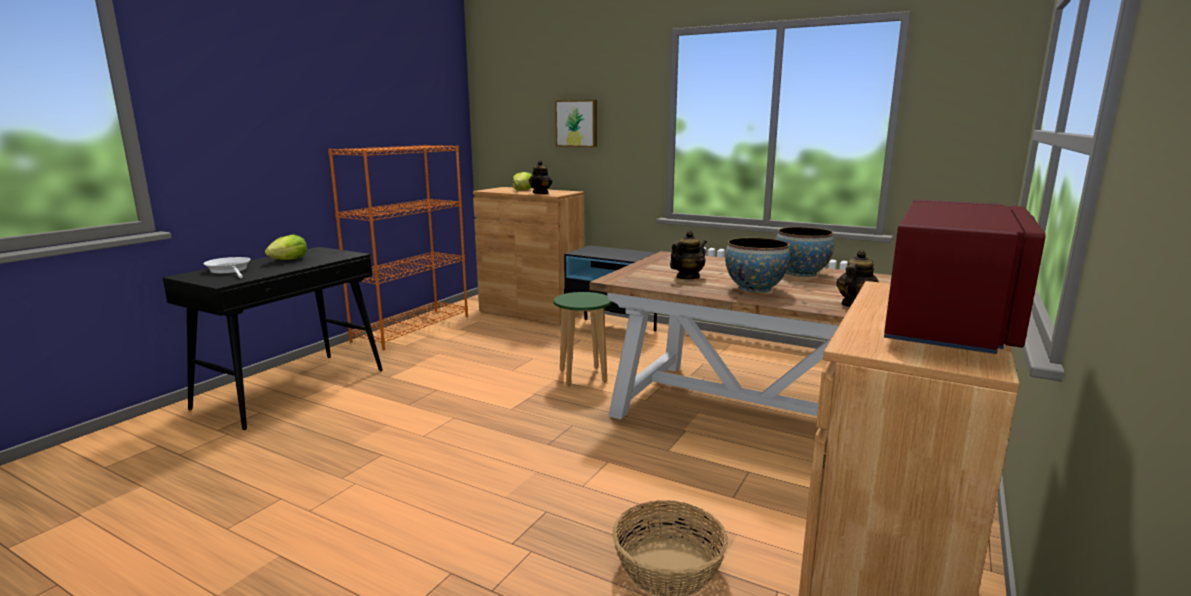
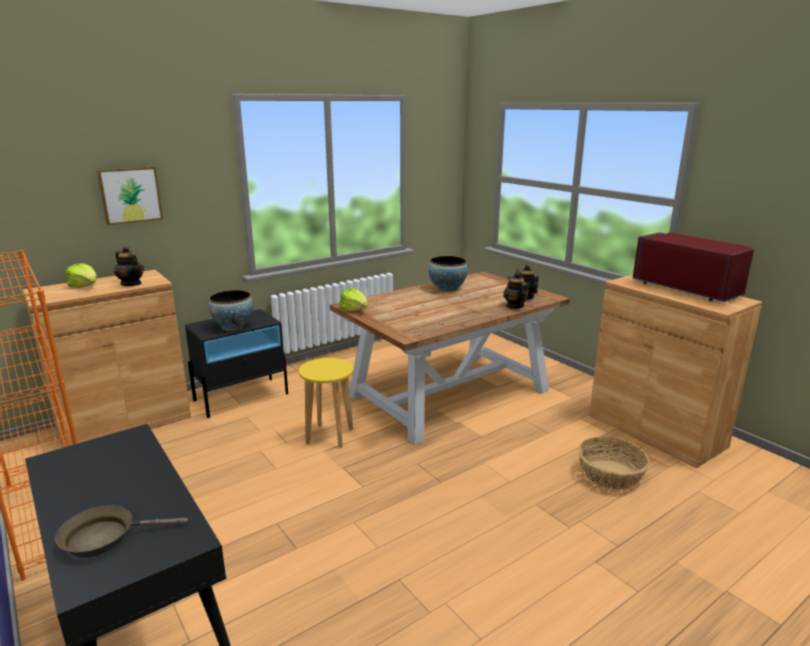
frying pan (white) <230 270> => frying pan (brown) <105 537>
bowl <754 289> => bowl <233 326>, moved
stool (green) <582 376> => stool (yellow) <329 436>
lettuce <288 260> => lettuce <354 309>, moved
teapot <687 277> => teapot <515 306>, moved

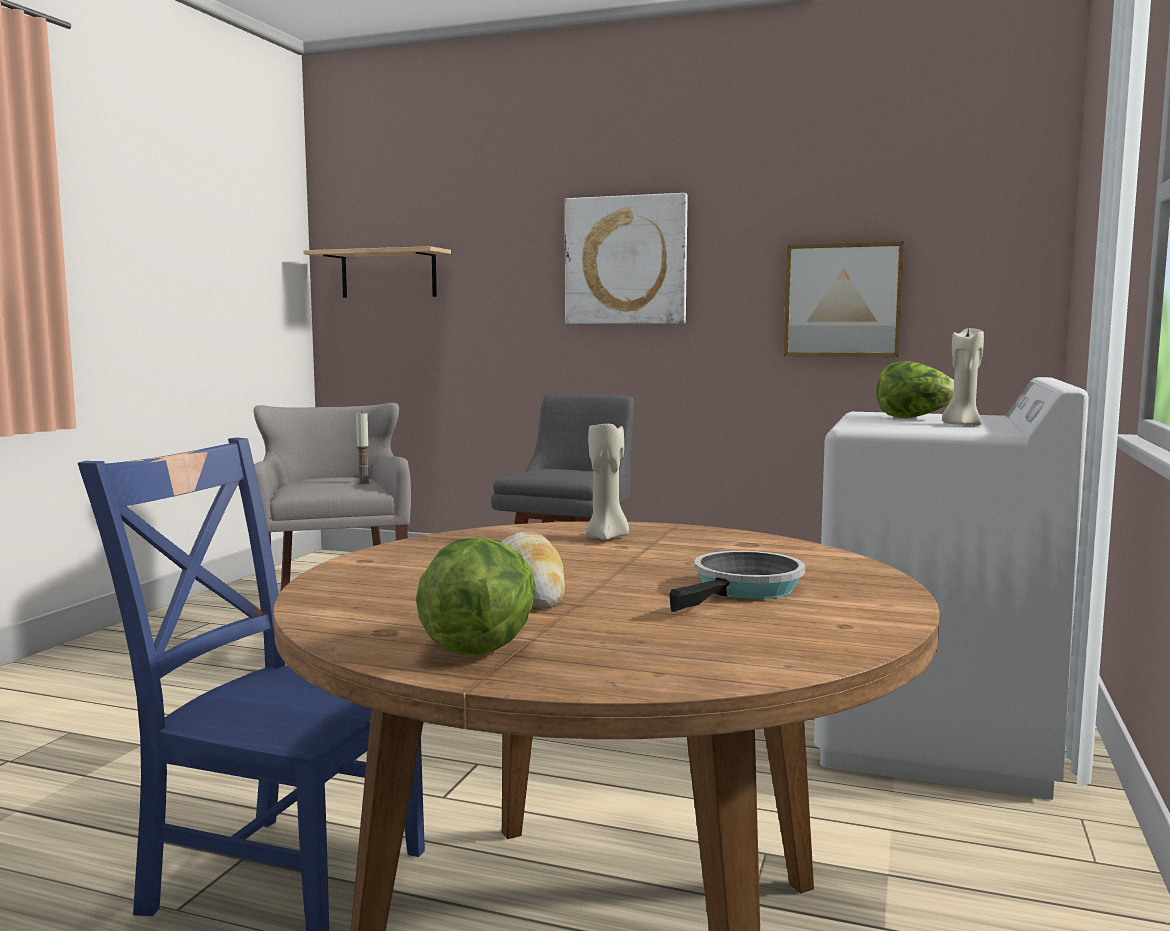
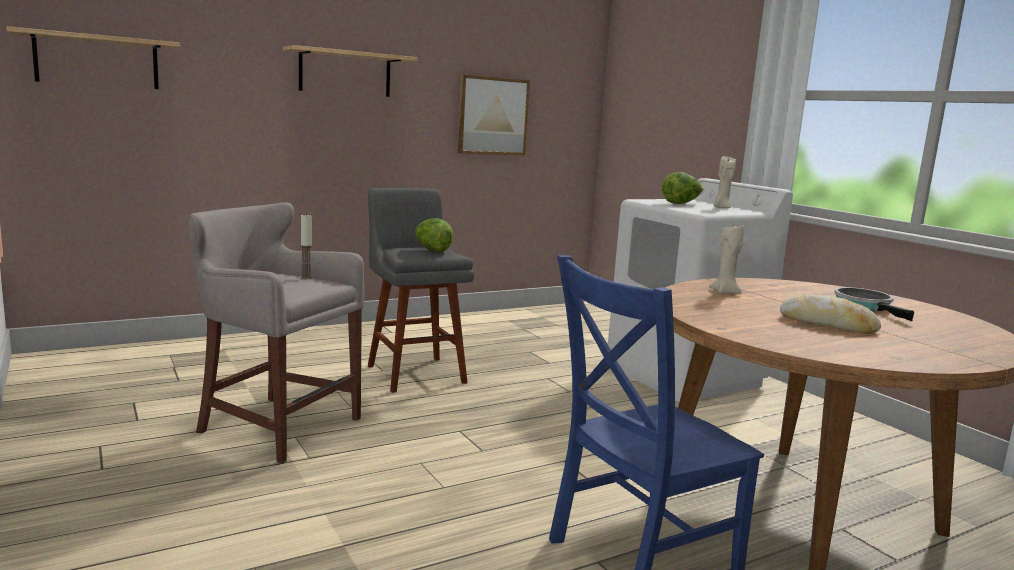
picture <626 260> => shelf <345 73>
lettuce <480 643> => lettuce <432 250>, moved

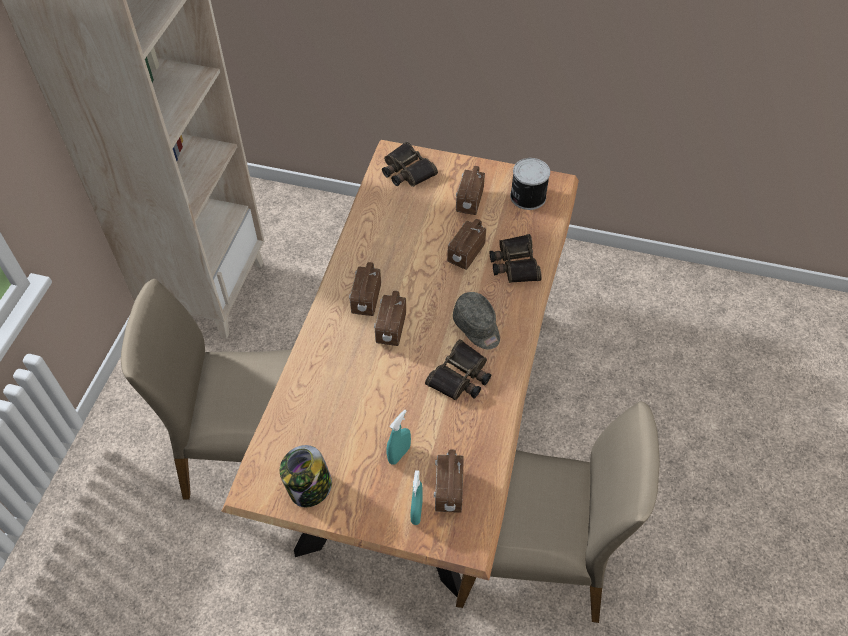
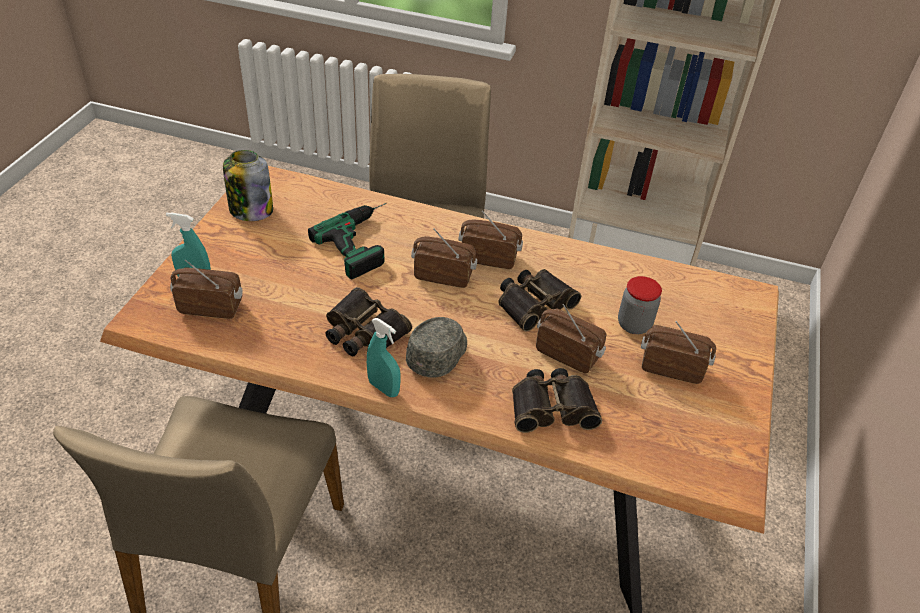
nothing => power drill <366 241>
spray bottle (turquoise) <399 454> => spray bottle (turquoise) <383 388>, moved
cap (grey) <477 327> => cap (grey) <439 354>, 150 degrees clockwise
binoculars <406 171> => binoculars <533 303>, moved
nothing => jar <634 325>
can <527 196> => nothing

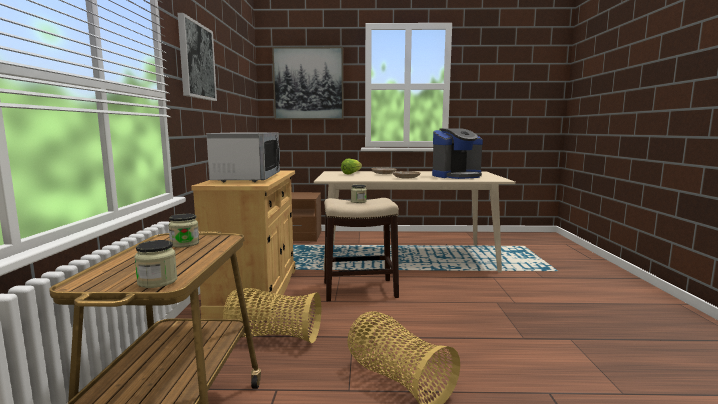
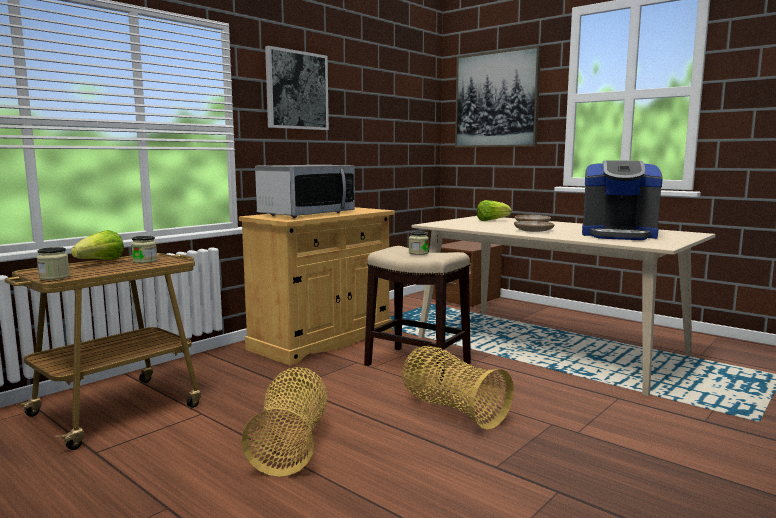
nothing => lettuce <101 261>
basket <272 336> => basket <452 409>, moved

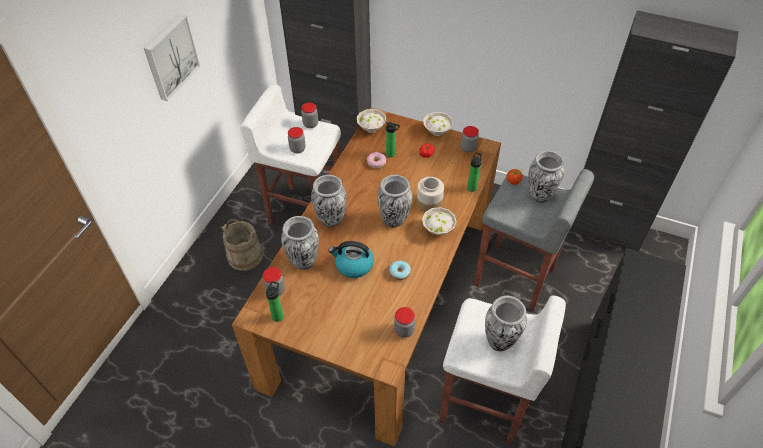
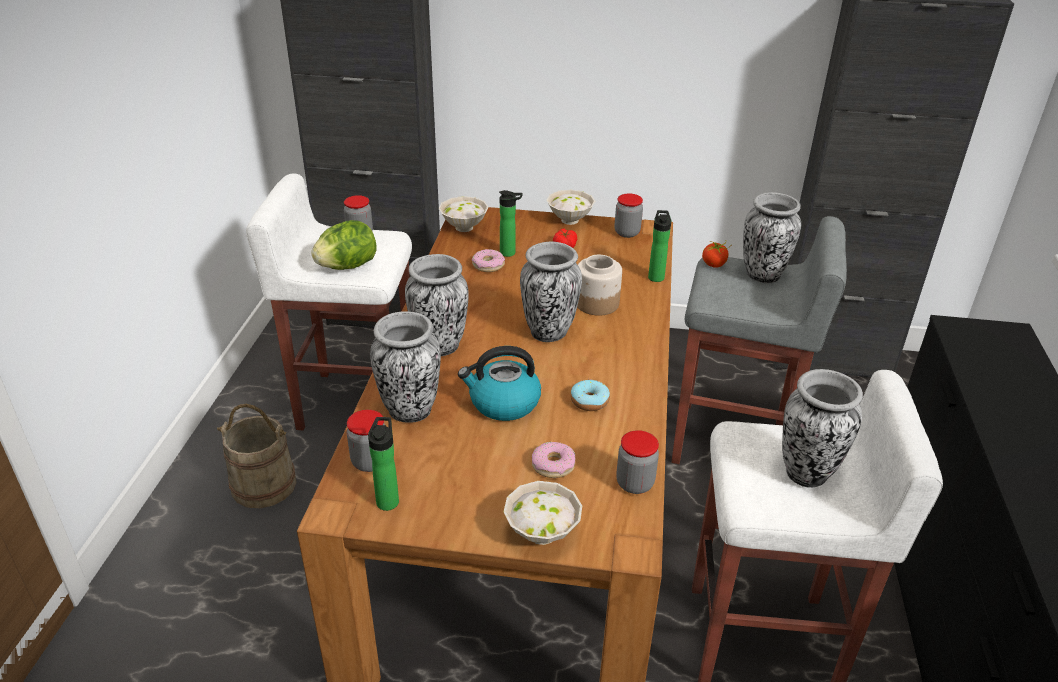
jar <297 149> => lettuce <347 266>
bowl (white) <438 229> => bowl (white) <542 532>, moved
nothing => donut <553 465>
picture <170 56> => nothing

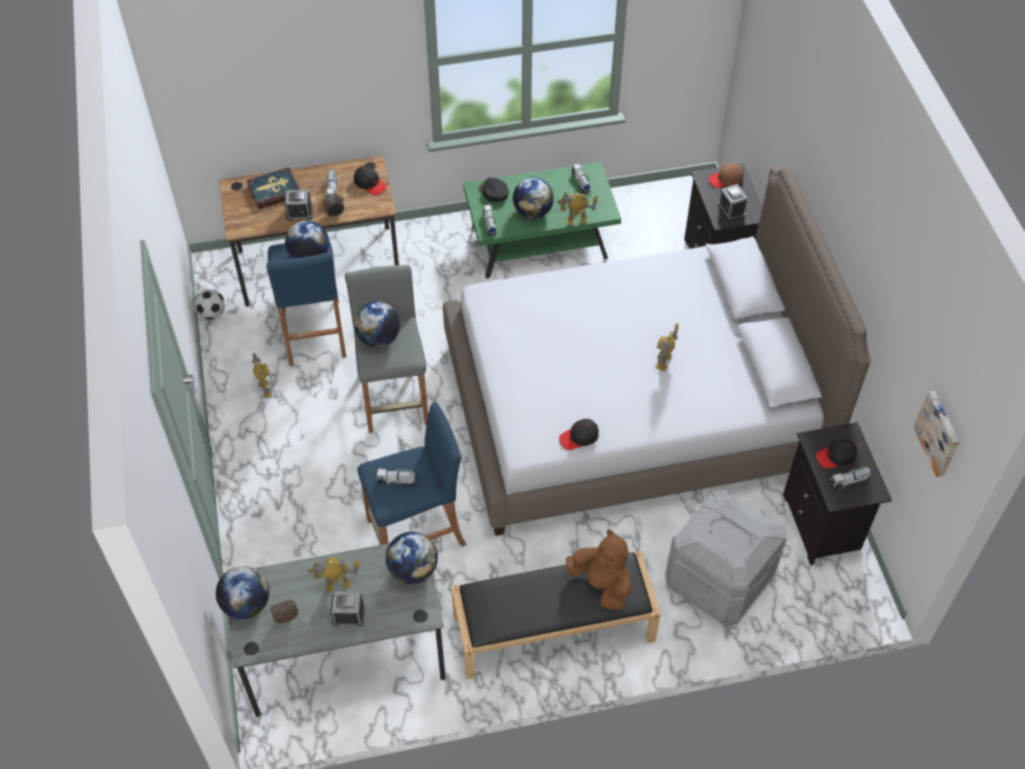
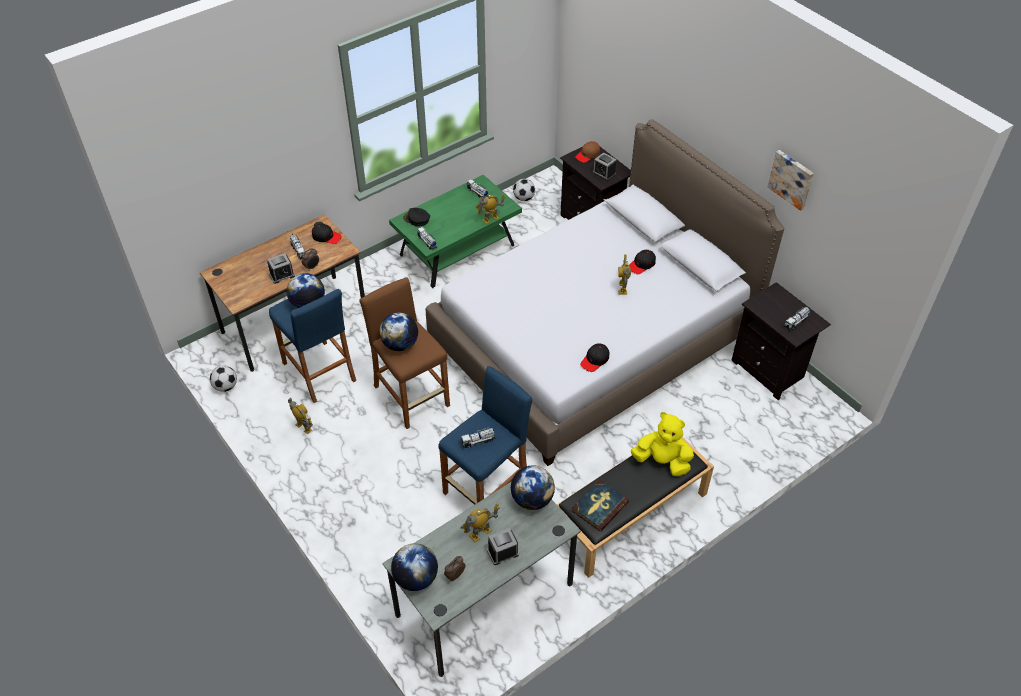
stool (grey) <394 397> => stool (brown) <411 396>
nothing => football <524 198>
book <274 190> => book <599 506>, moved
cap (black) <836 457> => cap (black) <642 265>, moved
plush toy (brown) <601 584> => plush toy (yellow) <662 461>
picture <939 433> => picture <792 179>, moved
globe <532 212> => nothing
storage box (grey) <717 580> => nothing

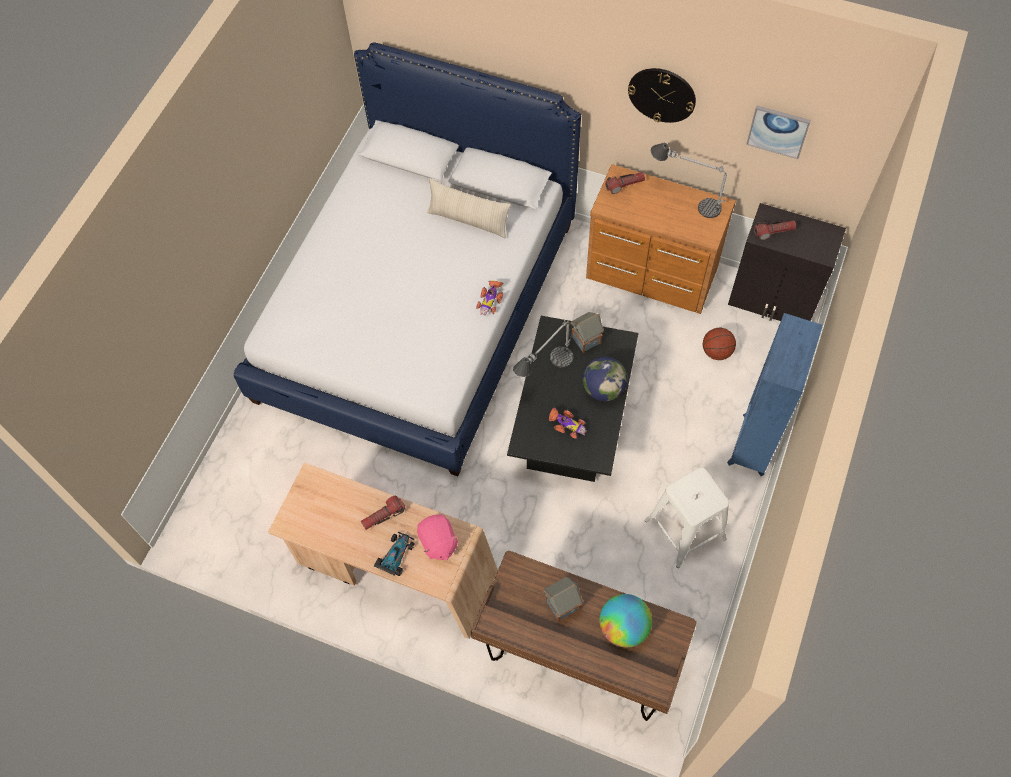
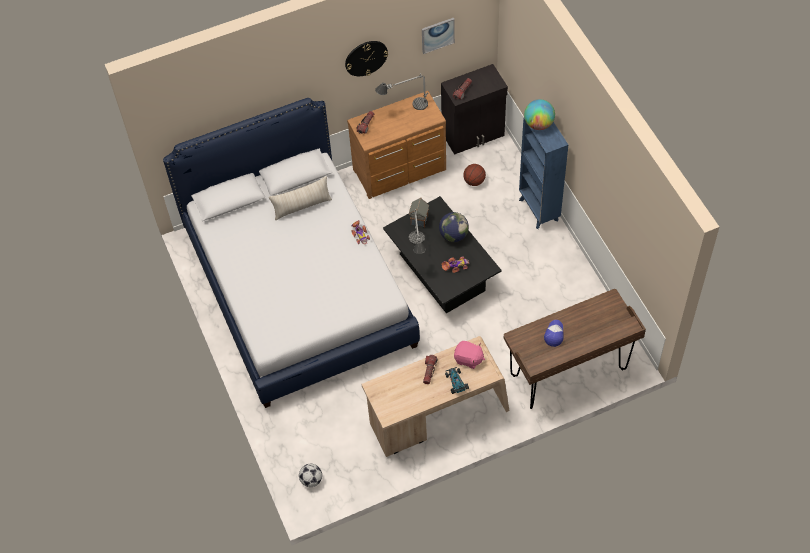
nothing => football <311 480>
globe <623 627> => globe <538 124>, moved
toy house <561 606> => cap <554 334>
stool (white) <685 529> => nothing

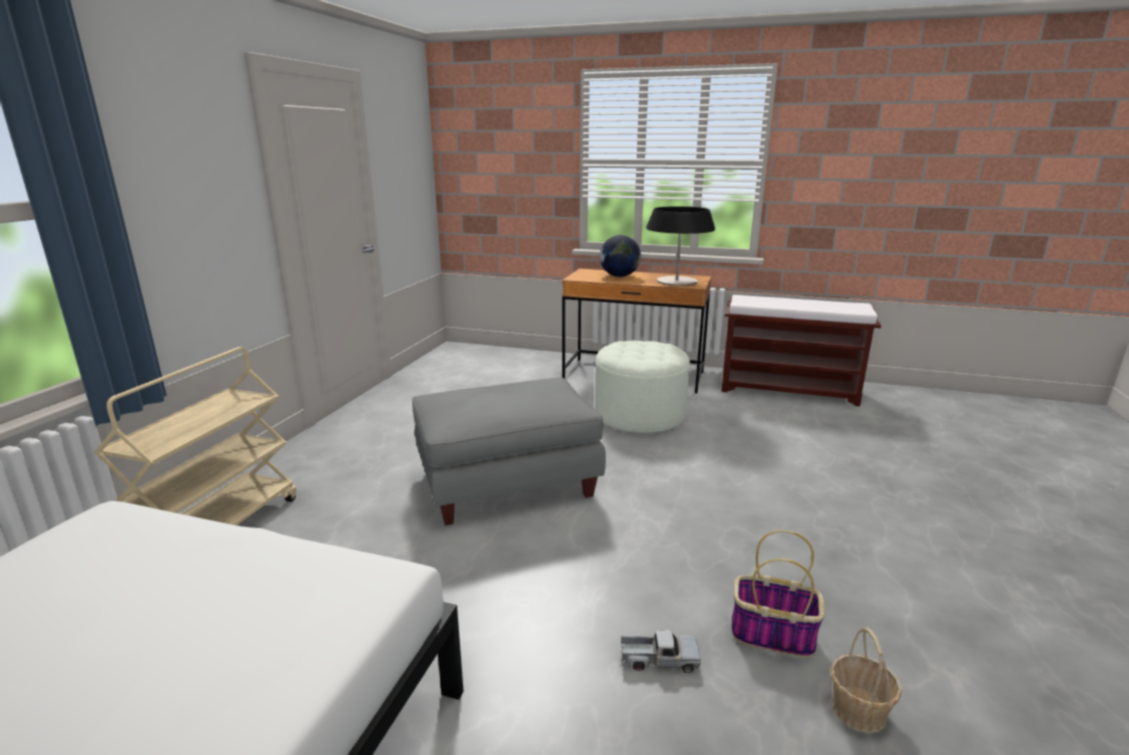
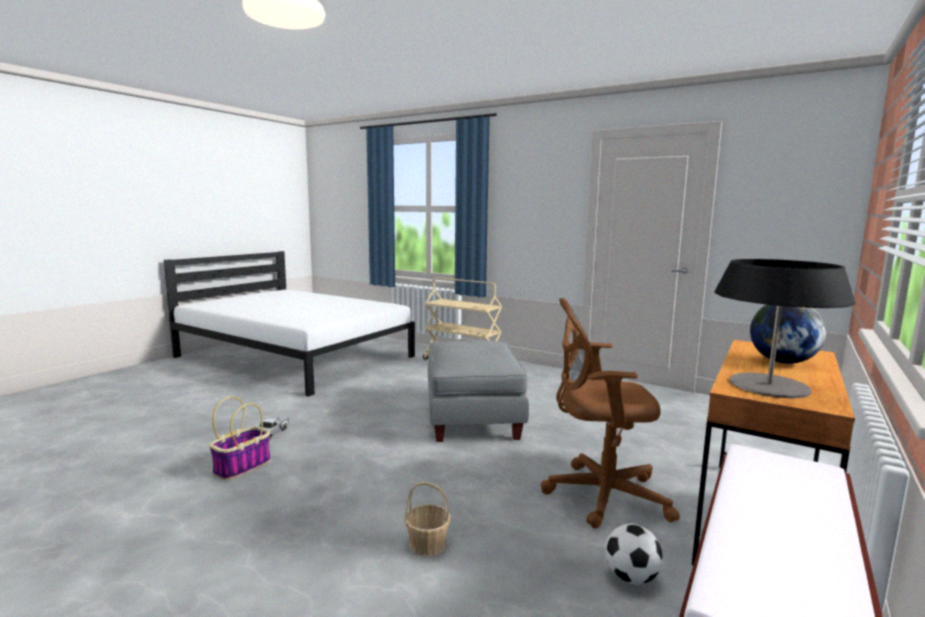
basket <858 710> => basket <427 544>, moved
ottoman (white) <639 415> => office chair (brown) <600 495>
nothing => football <631 577>

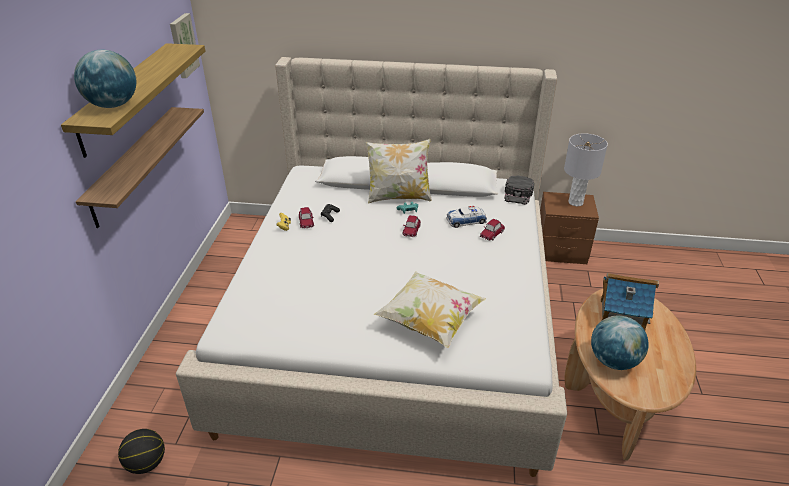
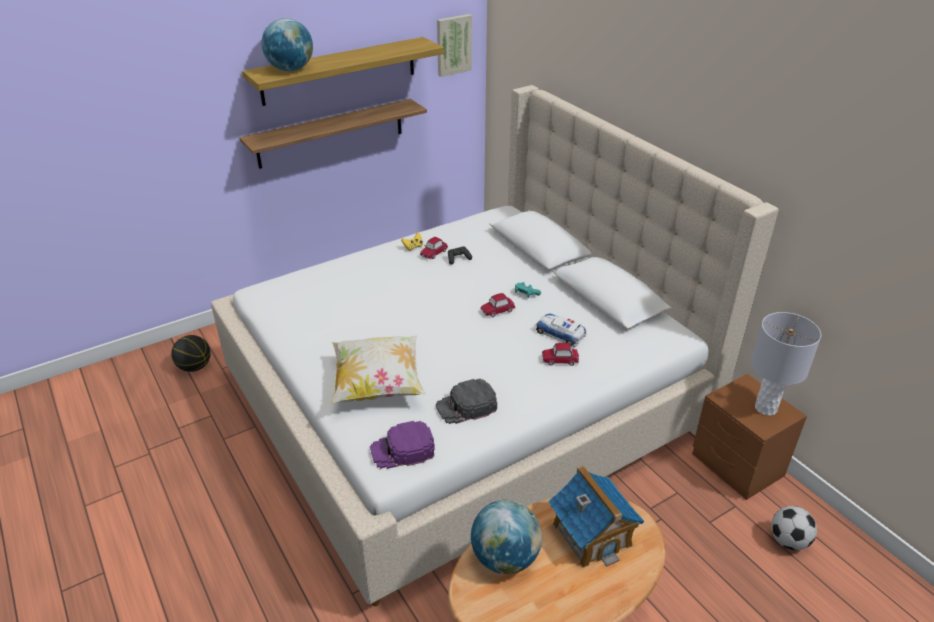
nothing => cap (purple) <402 450>
cap (black) <518 194> => cap (black) <466 406>, moved
nothing => football <788 541>
pillow <399 197> => nothing

